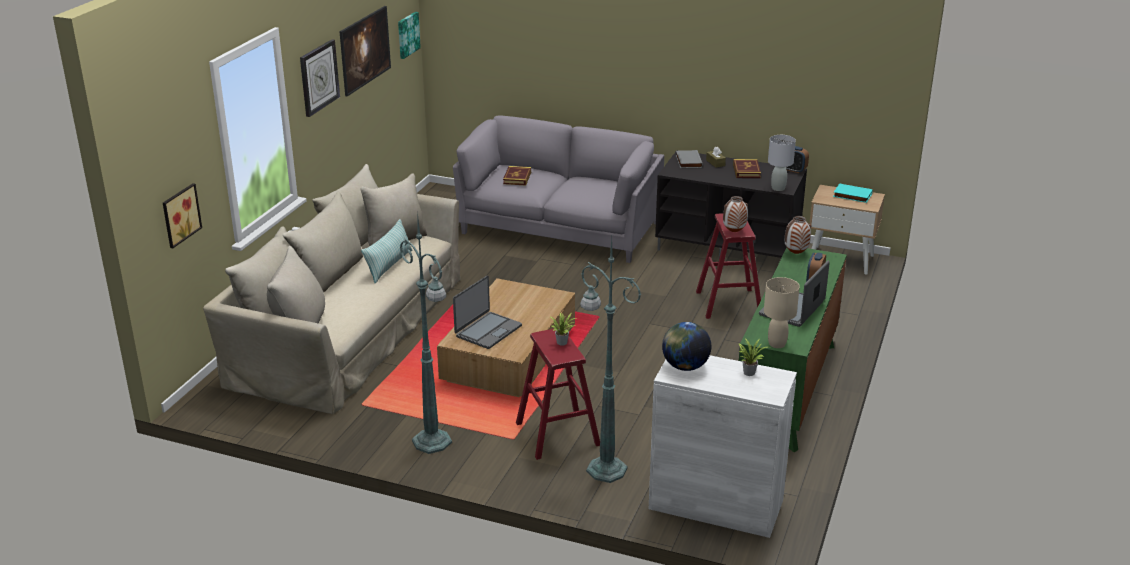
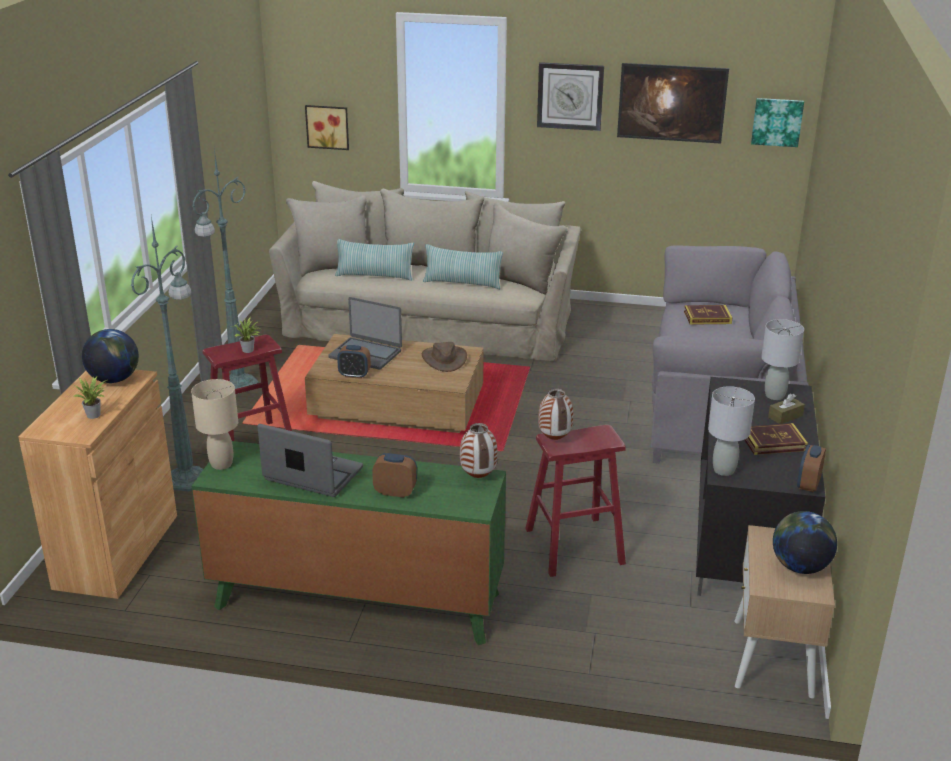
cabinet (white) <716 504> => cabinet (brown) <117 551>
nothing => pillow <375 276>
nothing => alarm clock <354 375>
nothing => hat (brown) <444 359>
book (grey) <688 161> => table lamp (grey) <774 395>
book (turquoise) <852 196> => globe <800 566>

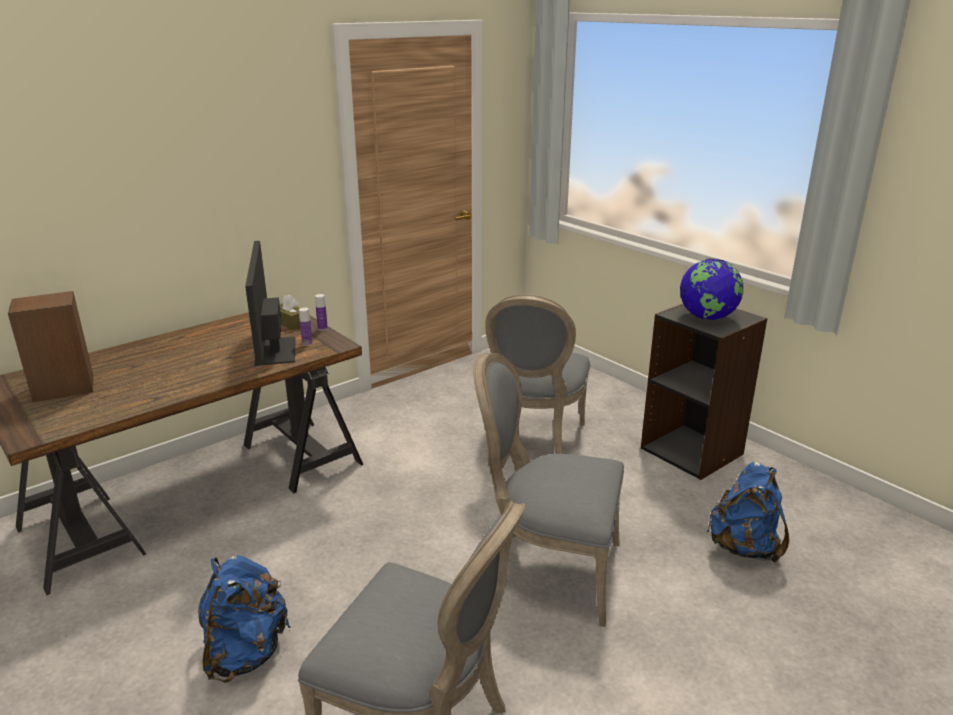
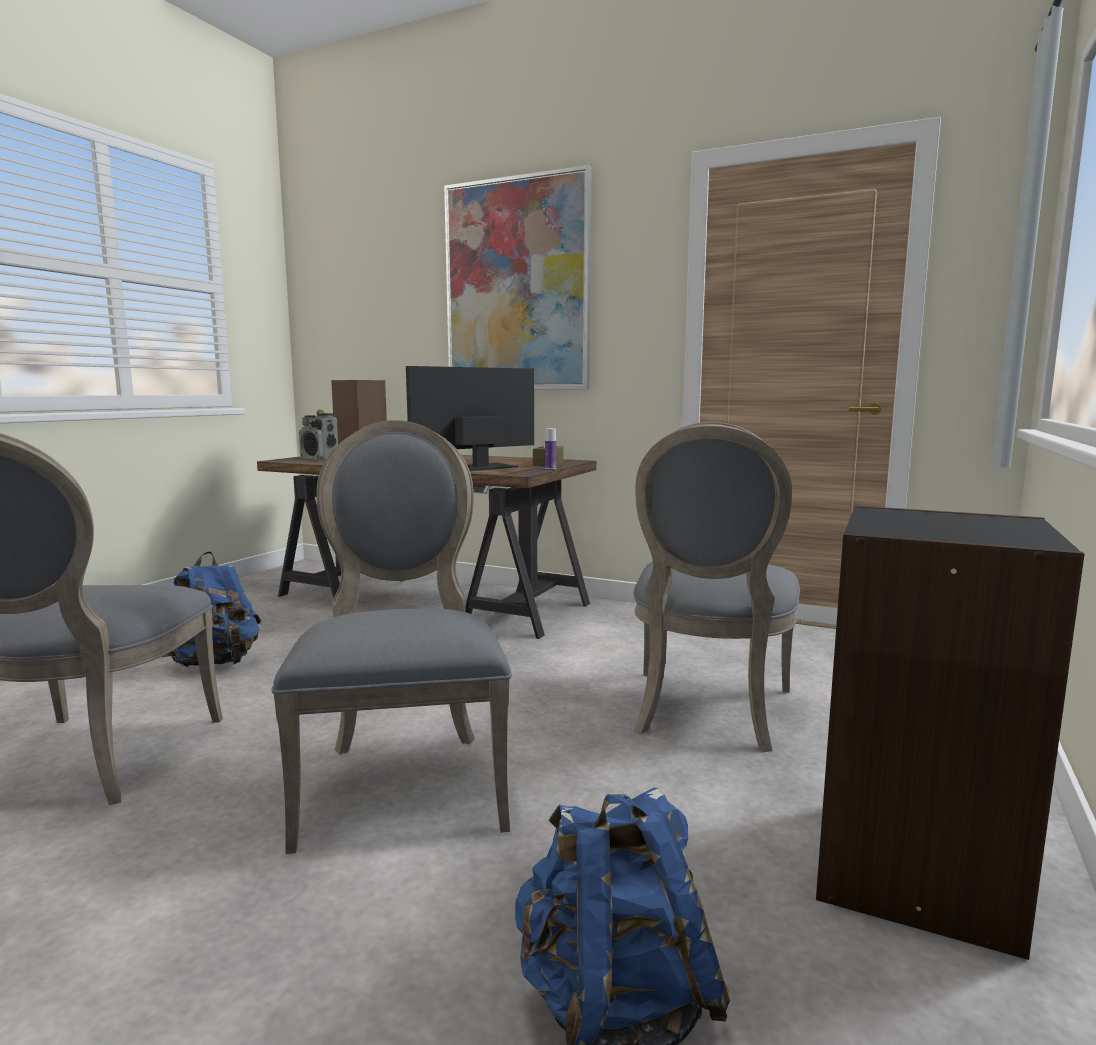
nothing => radio <320 459>
nothing => picture <516 286>
chair (grey) <532 443> => chair (grey) <707 712>, 60 degrees counterclockwise
bottle <307 343> => nothing
globe <707 317> => nothing

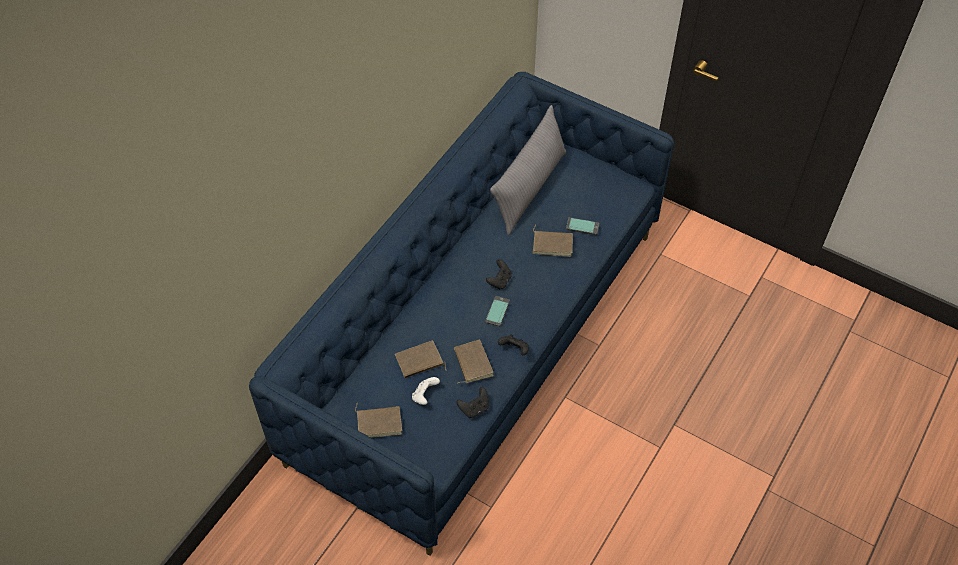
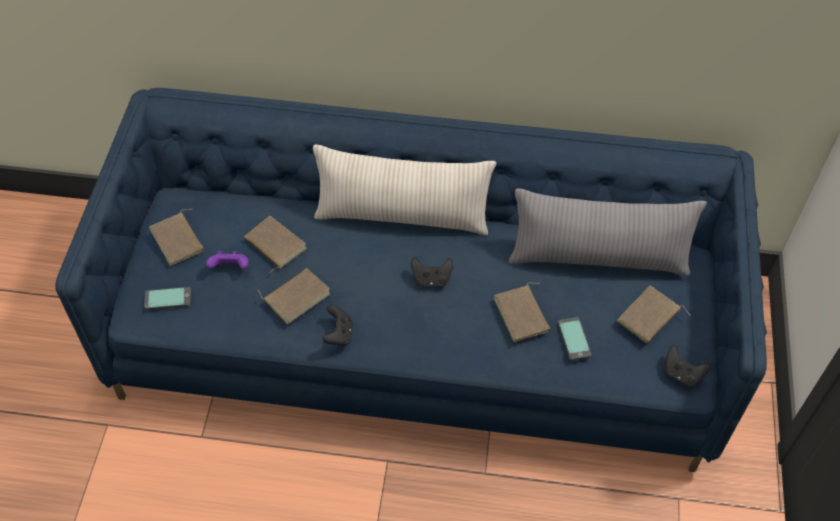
phone <497 311> => phone <168 299>, moved
game controller (white) <425 396> => game controller (purple) <230 268>
nothing => pillow (beige) <402 216>
nothing => book (brown) <649 318>
game controller (black) <474 408> => game controller (black) <682 374>, moved

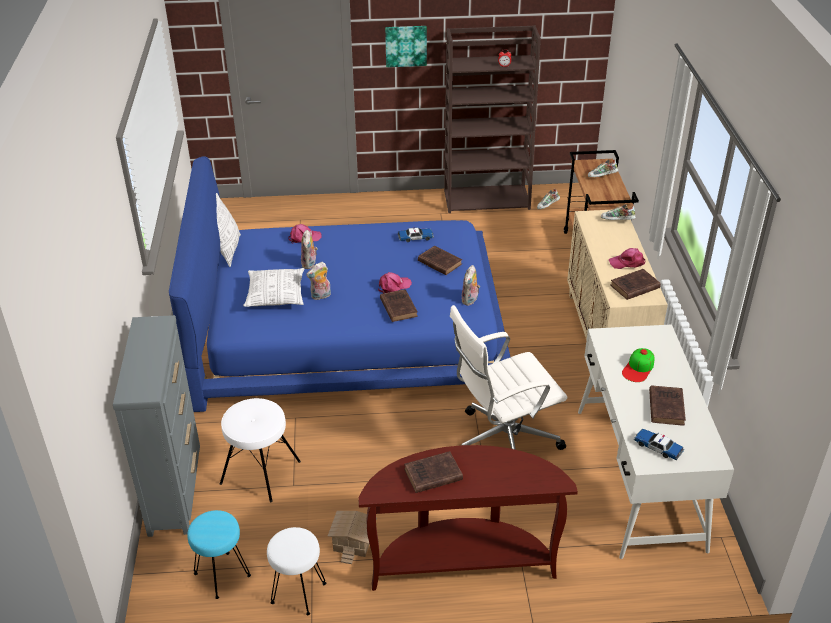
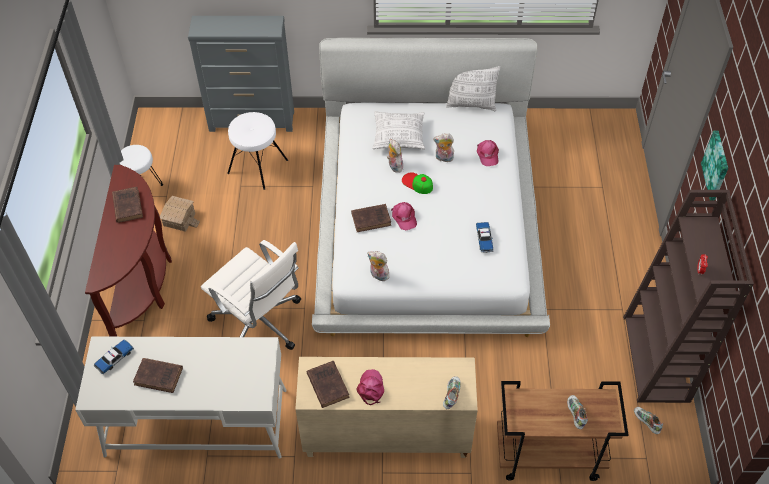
office chair (white) <503 441> => office chair (white) <259 324>, 150 degrees clockwise
bed (blue) <347 325> => bed (white) <427 221>
cap <638 368> => cap <417 183>, moved
stool (turquoise) <221 575> => nothing
book (brown) <439 262> => nothing

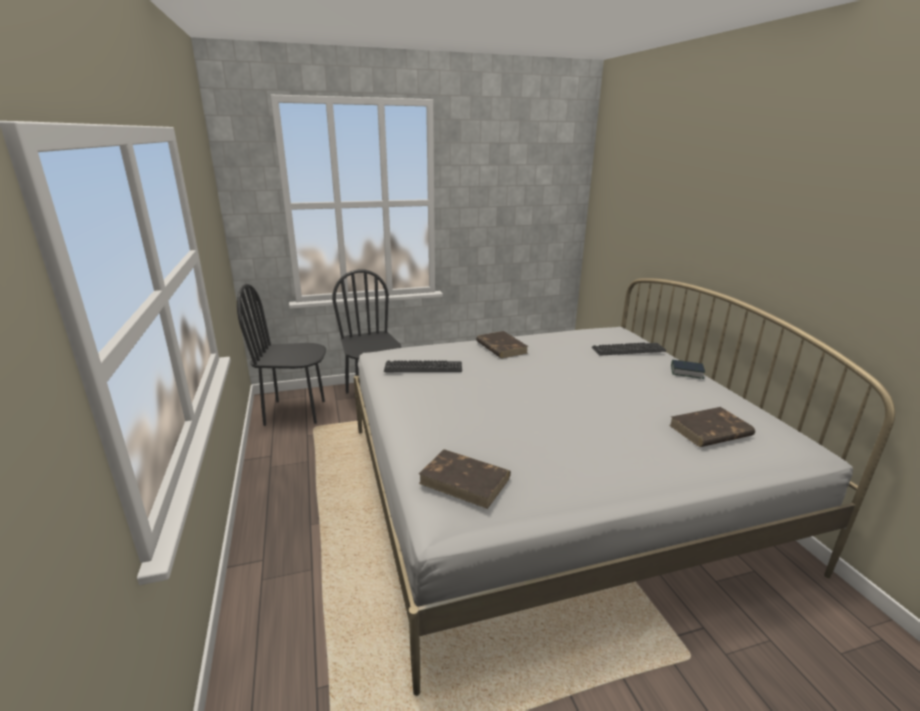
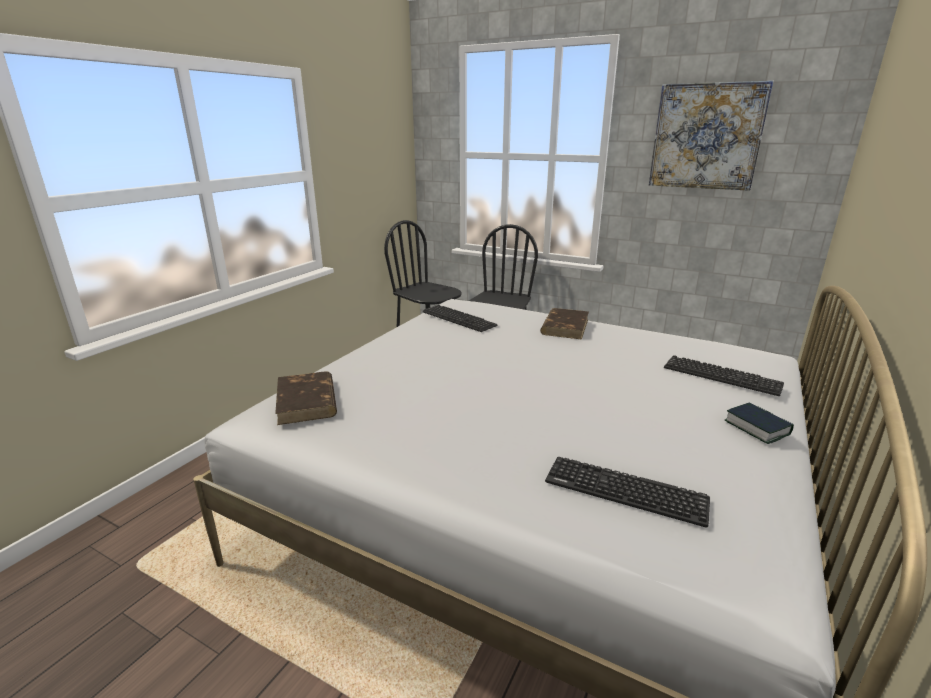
book (brown) <709 431> => keyboard <625 491>
nothing => picture <706 137>

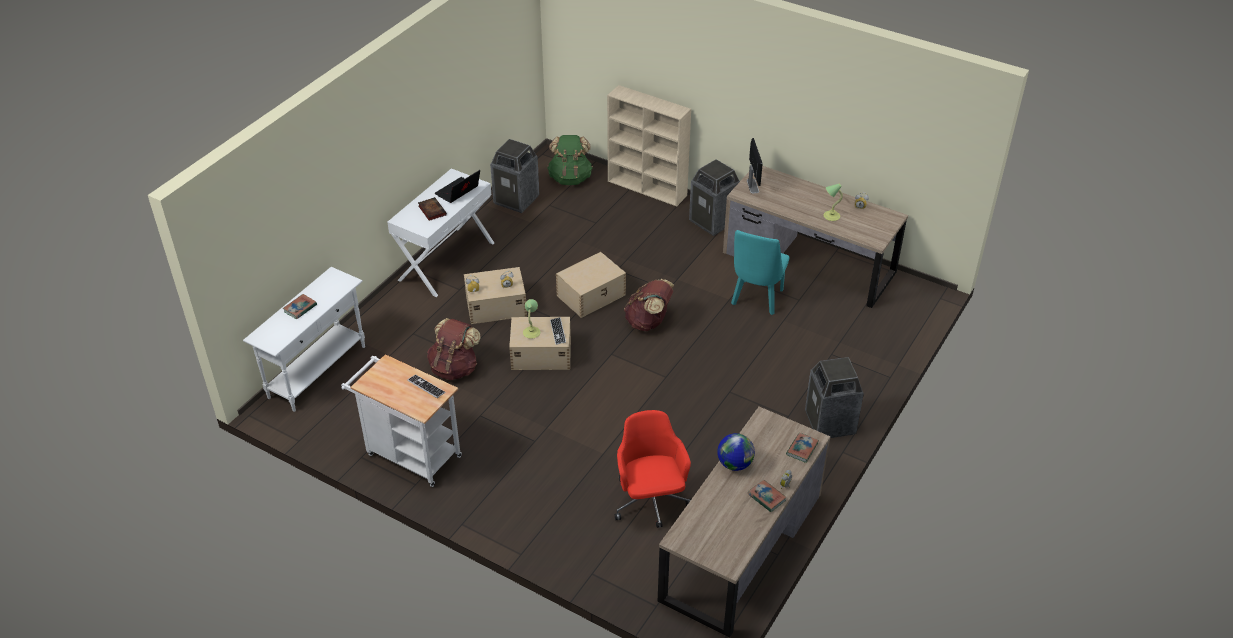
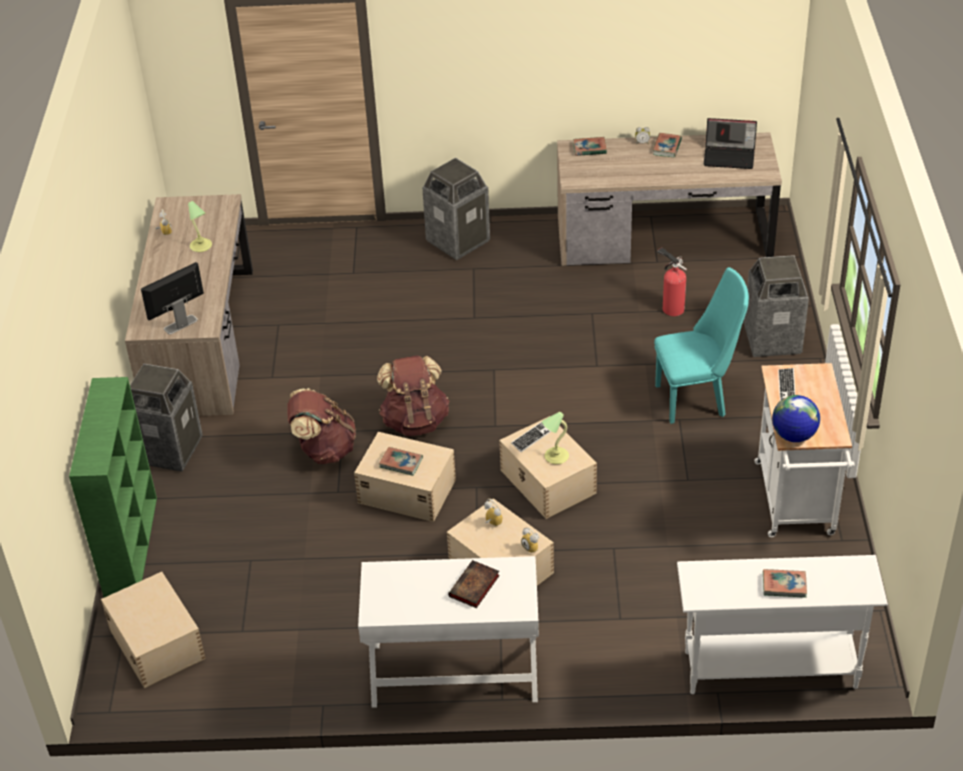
bookcase (beige) <648 188> => bookcase (green) <131 545>
backpack (green) <570 178> => storage box (beige) <157 642>
backpack (brown) <455 368> => backpack (brown) <324 450>, moved
nothing => book <401 463>
chair (turquoise) <756 300> => chair (turquoise) <696 399>, moved
office chair (red) <650 501> => fire extinguisher <671 308>
laptop <458 192> => laptop <730 156>, moved
trash can <517 200> => trash can <772 339>, moved
globe <734 464> => globe <793 435>, moved

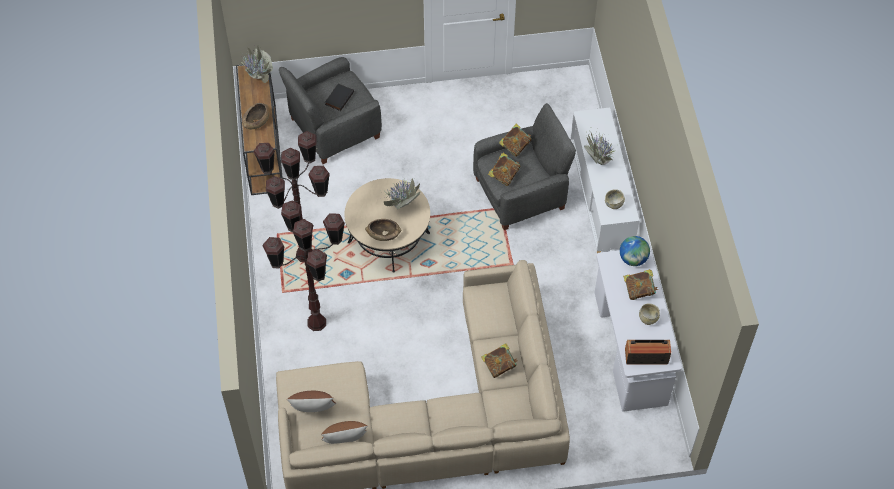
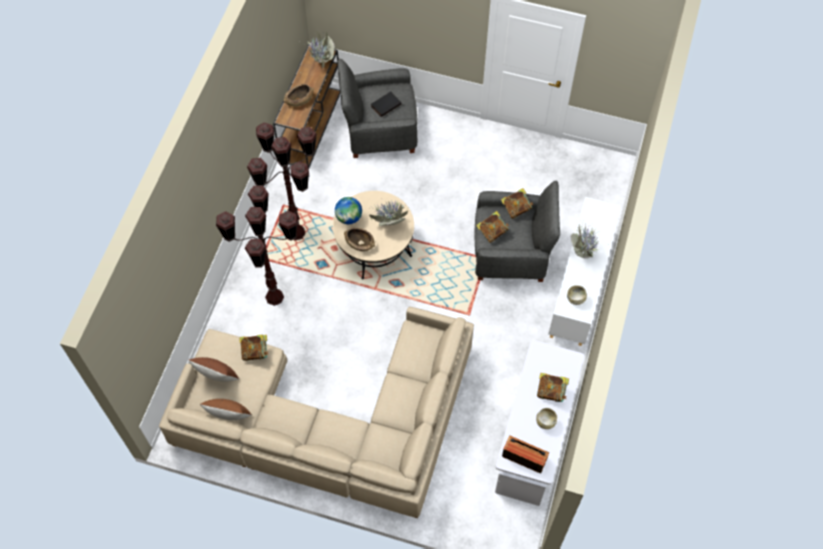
book <499 366> => book <255 351>, moved
globe <633 259> => globe <349 217>, moved

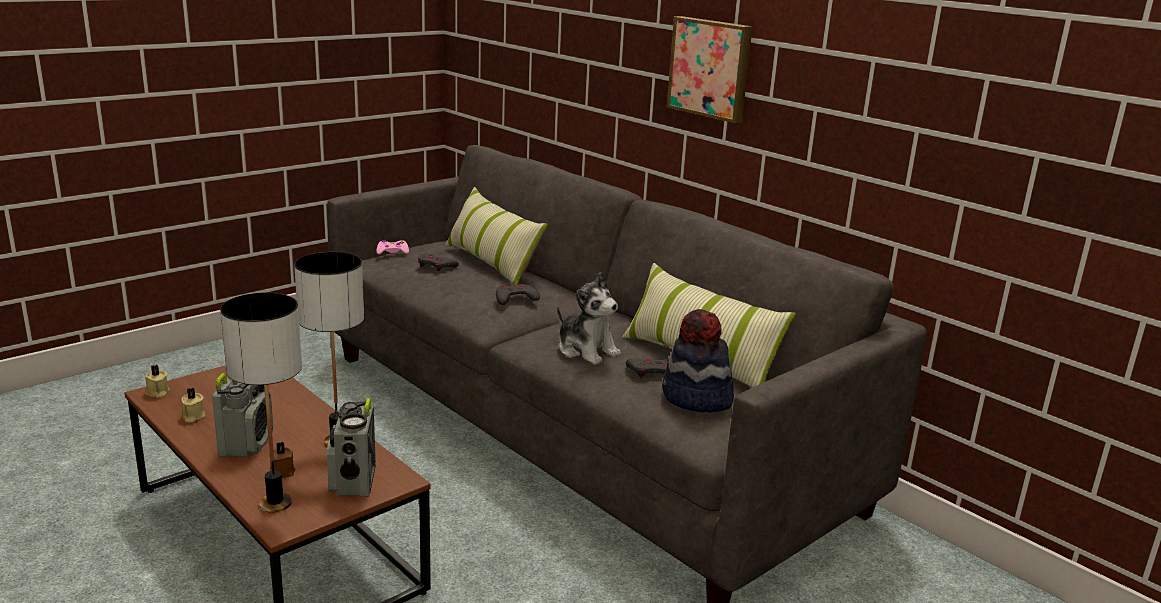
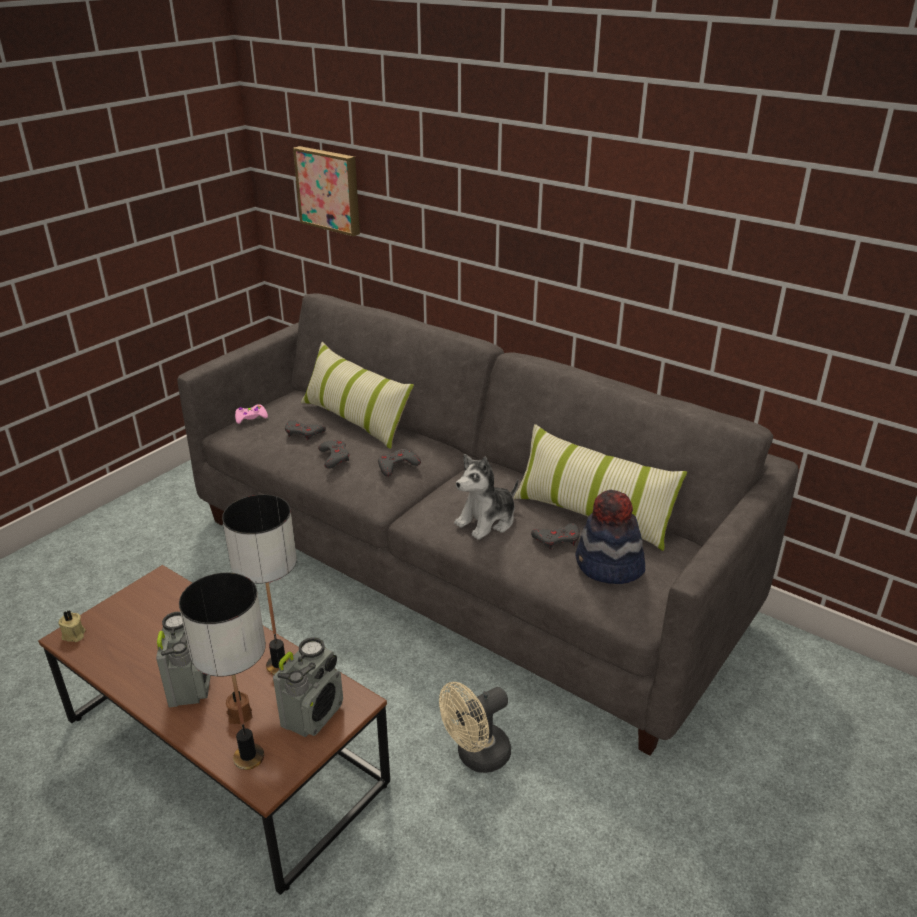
radio <353 482> => radio <313 714>, 135 degrees counterclockwise
picture <711 68> => picture <329 190>, moved
nothing => game controller (grey) <334 457>
nothing => fan (beige) <476 756>
plush toy <586 350> => plush toy <487 521>, 105 degrees clockwise
candle (beige) <192 417> => nothing

